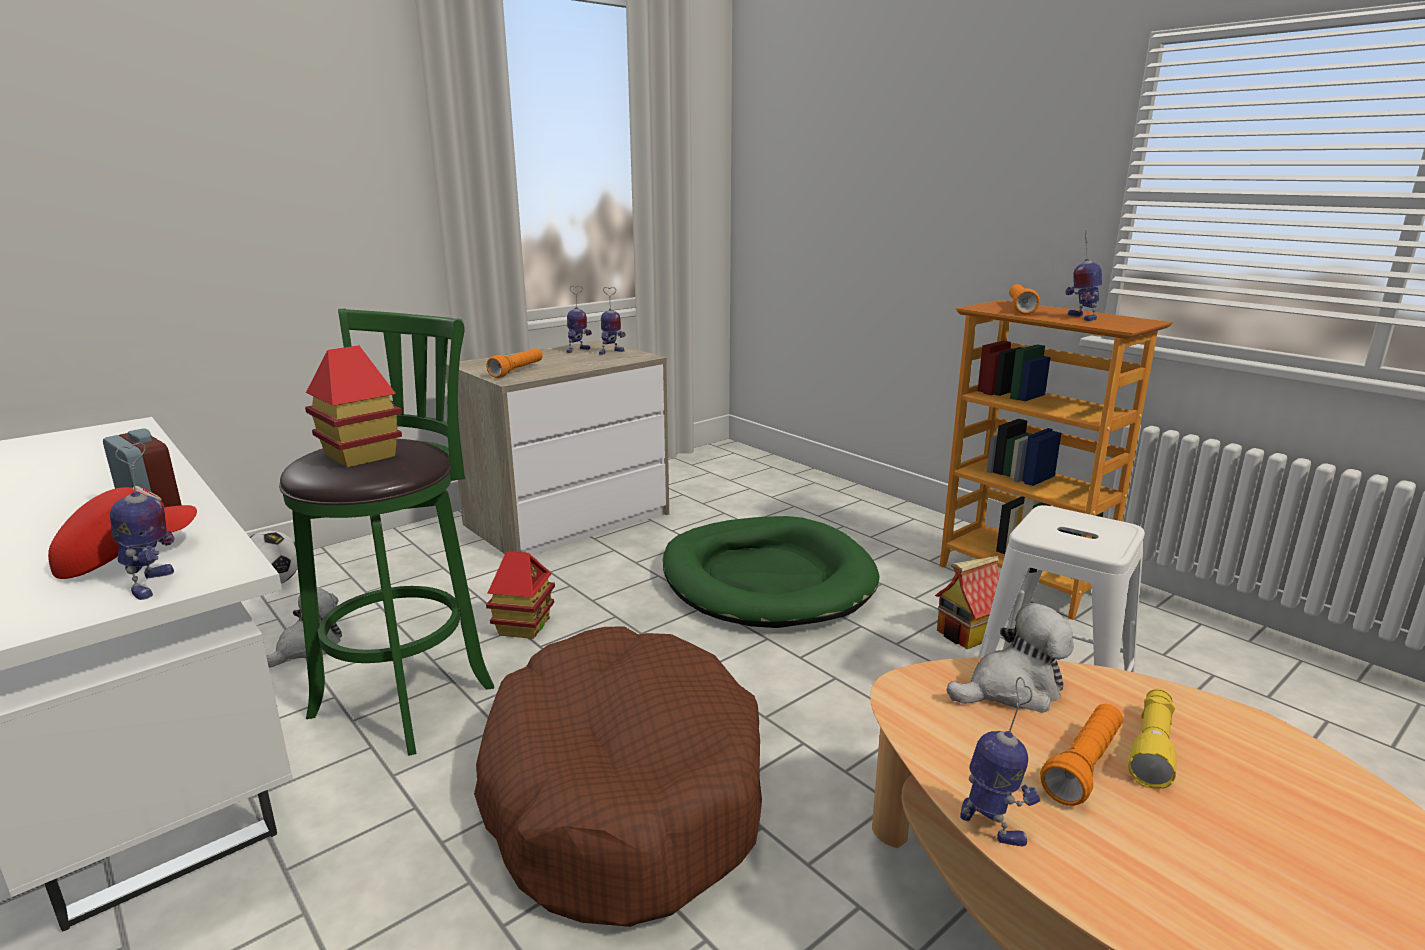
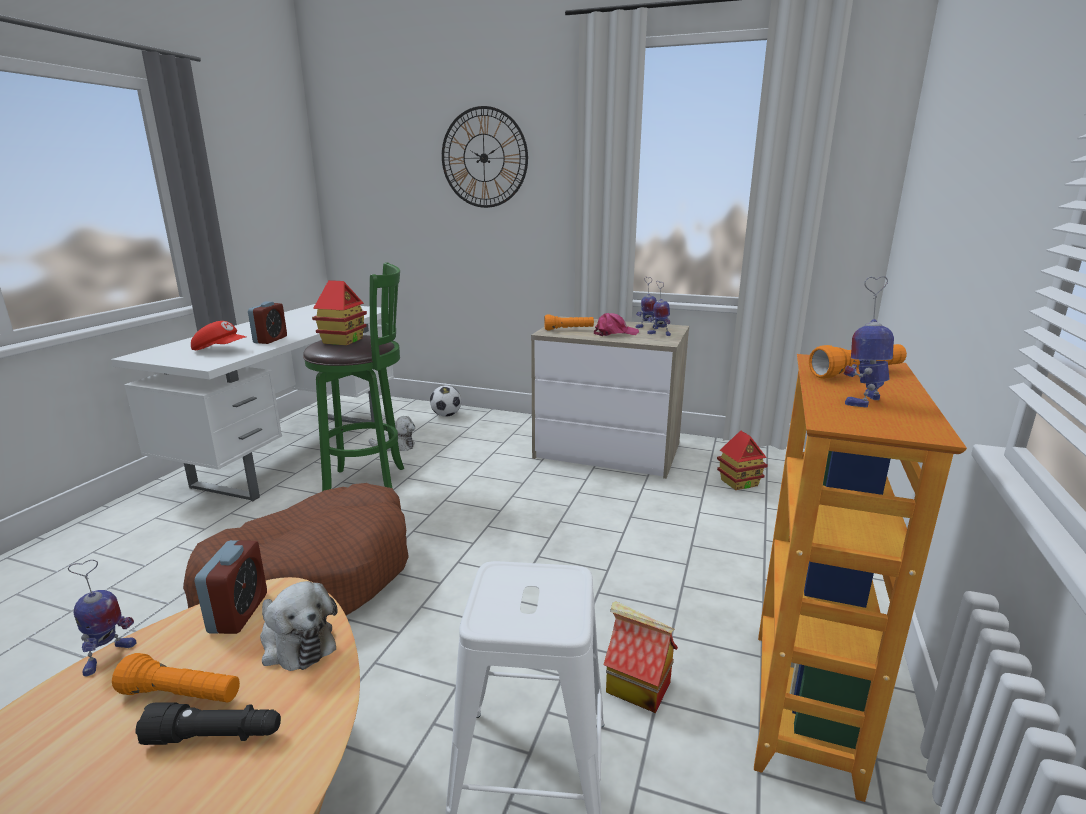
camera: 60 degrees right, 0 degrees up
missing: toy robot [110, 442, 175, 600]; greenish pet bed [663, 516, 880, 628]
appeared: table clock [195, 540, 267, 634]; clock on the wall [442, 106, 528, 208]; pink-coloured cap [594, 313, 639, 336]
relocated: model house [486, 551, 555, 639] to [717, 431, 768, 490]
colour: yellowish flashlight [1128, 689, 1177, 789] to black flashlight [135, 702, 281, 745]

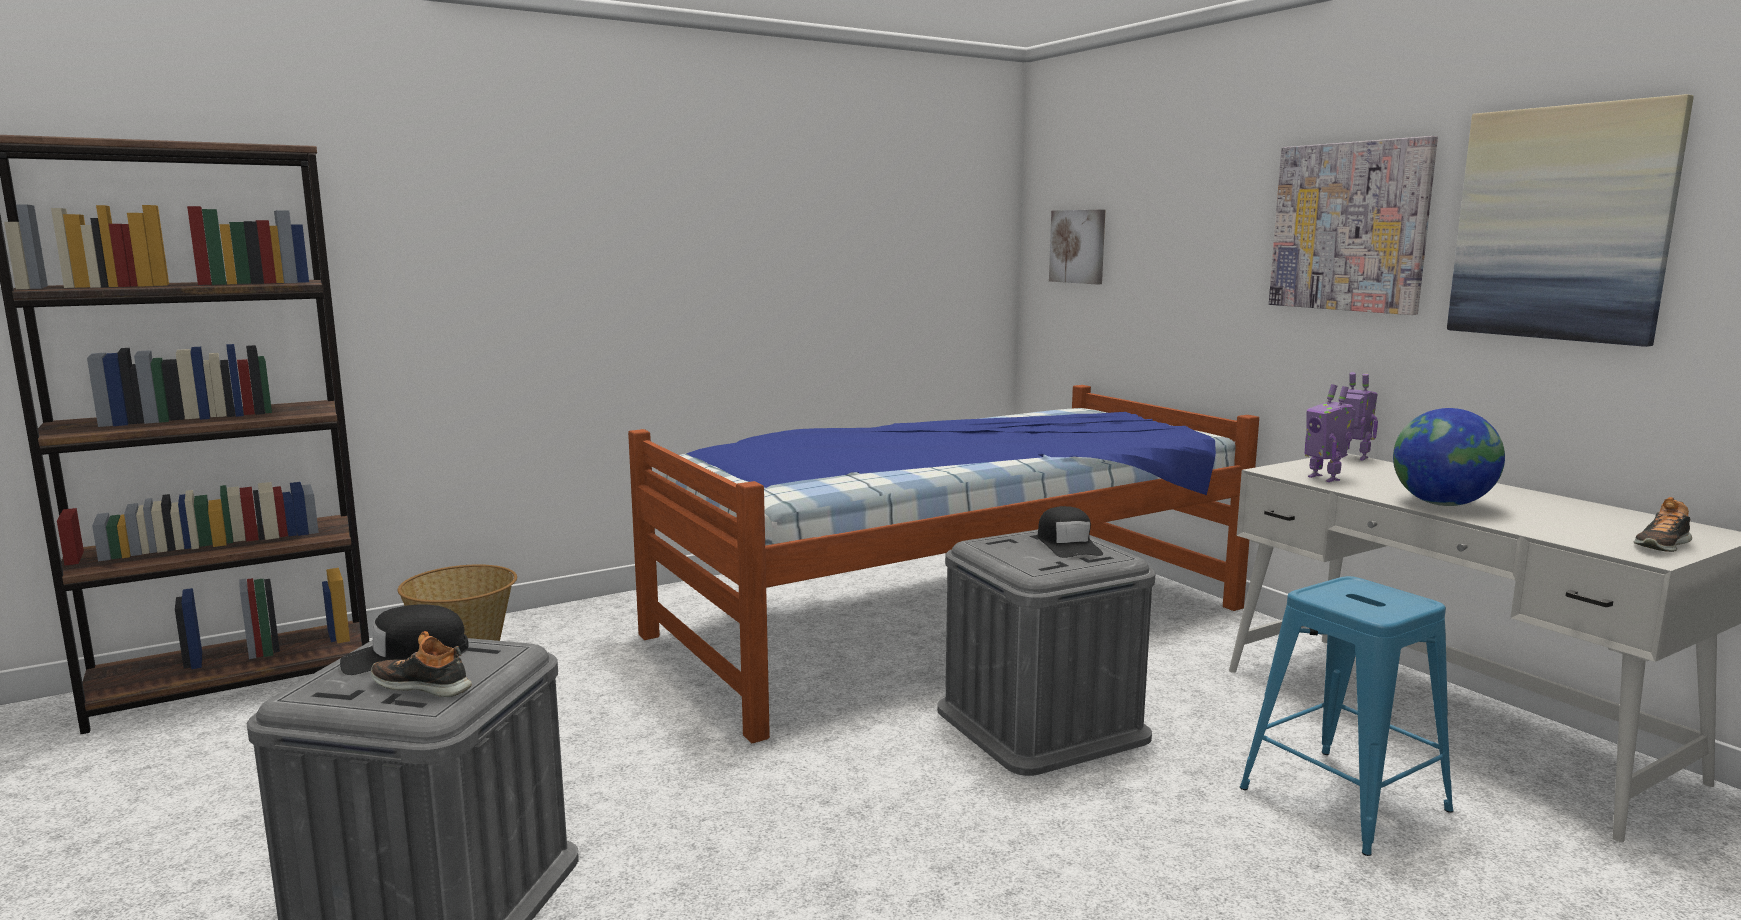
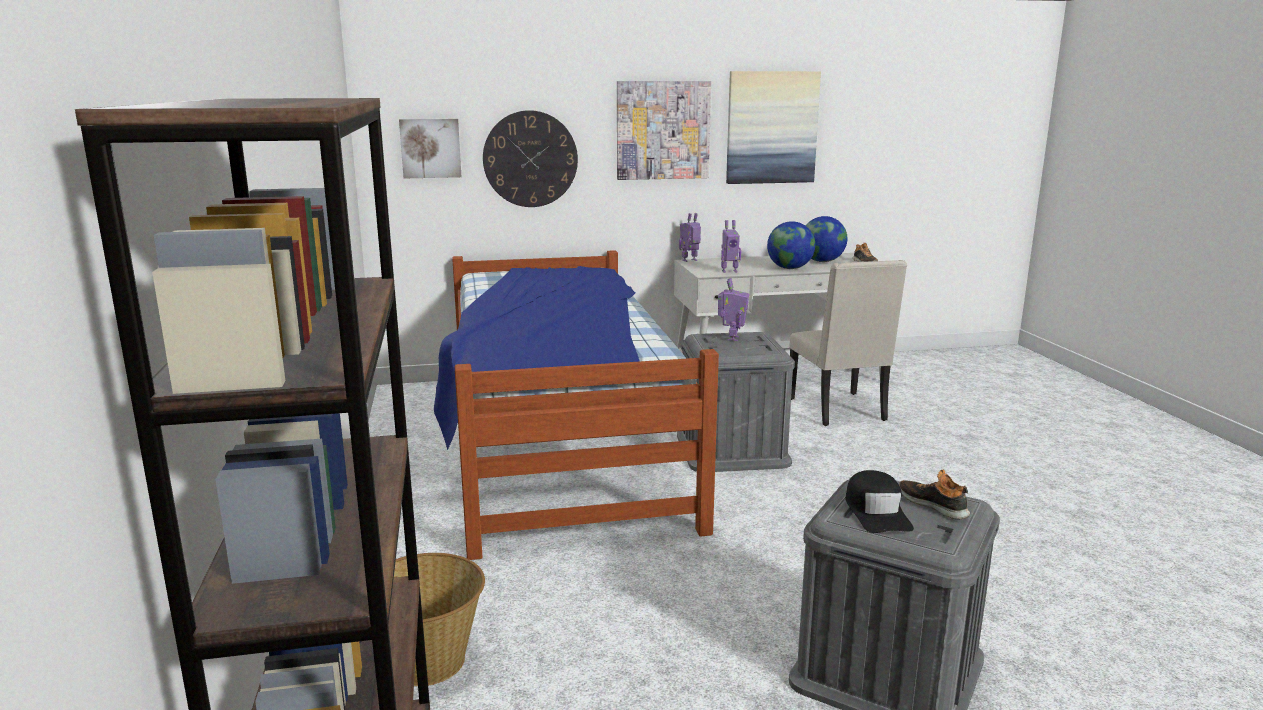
camera: 70 degrees left, 5 degrees up
appeared: clock on the wall [483, 110, 578, 207]; globe [806, 216, 847, 262]
exchanged: black cap [1038, 506, 1103, 558] to toy robot [718, 278, 749, 341]; bluish stool [1240, 576, 1454, 856] to sand-coloured plain chair [789, 260, 907, 426]
spun: low shoe [371, 631, 472, 697] = [899, 470, 970, 520] 105 degrees clockwise

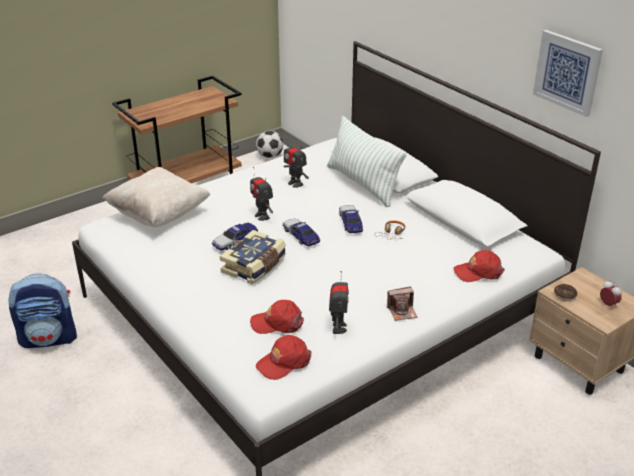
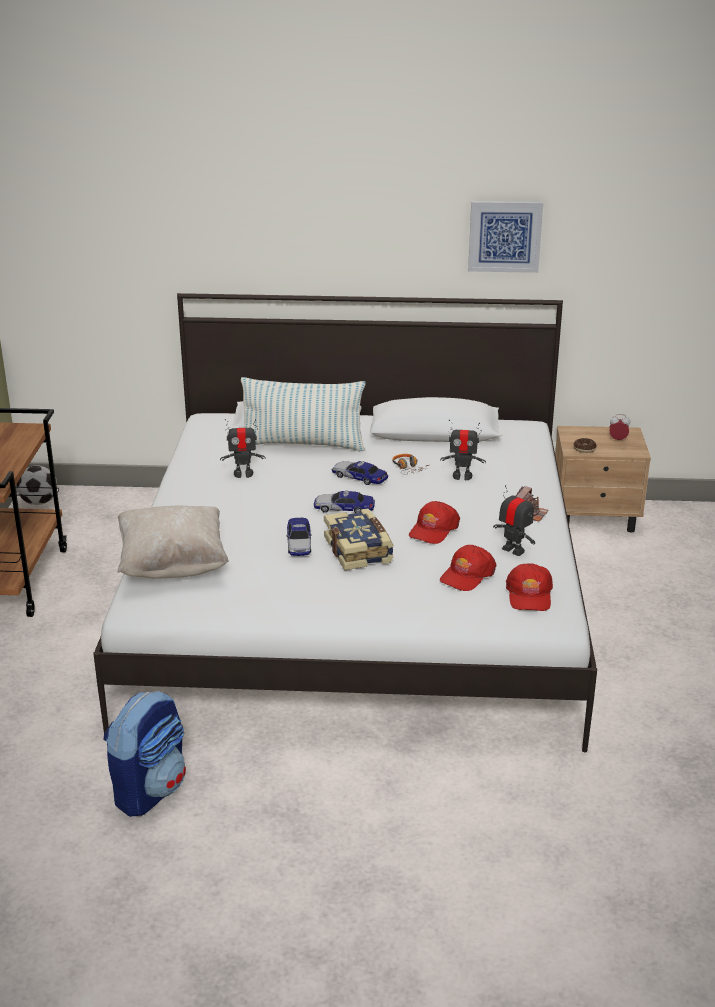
camera: 50 degrees left, 5 degrees down
relocated: toy robot [250, 167, 273, 221] to [440, 420, 486, 480]; reddish cap [453, 250, 505, 282] to [409, 501, 460, 544]

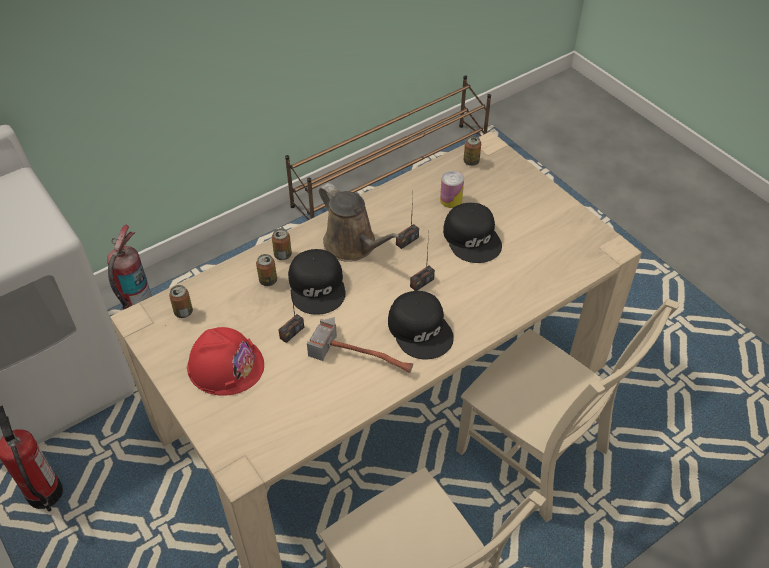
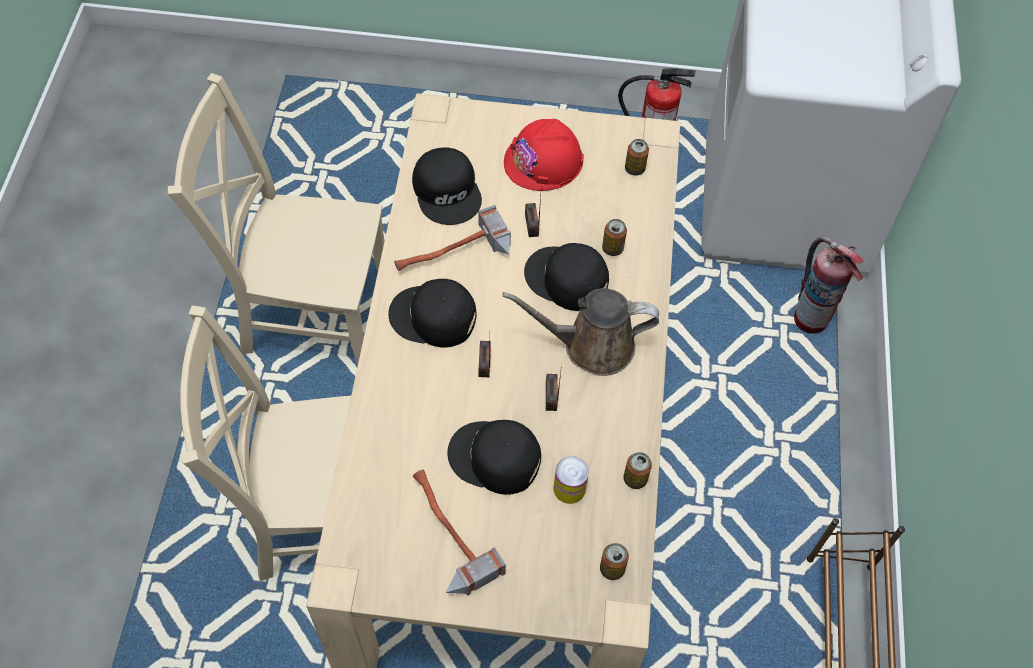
camera: 130 degrees right, 10 degrees up
appeared: black cap [412, 147, 482, 225]; hammer [413, 469, 506, 596]
relocated: metal can [272, 228, 292, 260] to [624, 452, 652, 489]

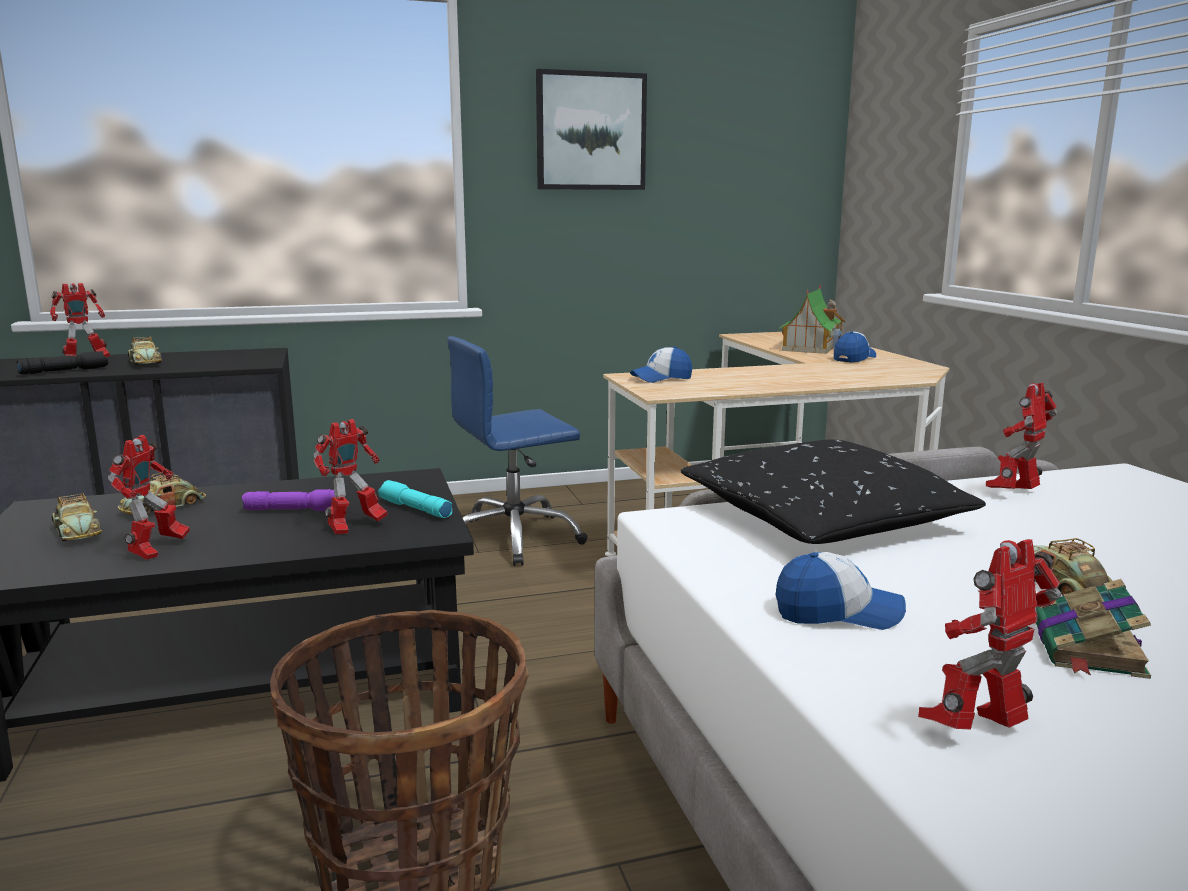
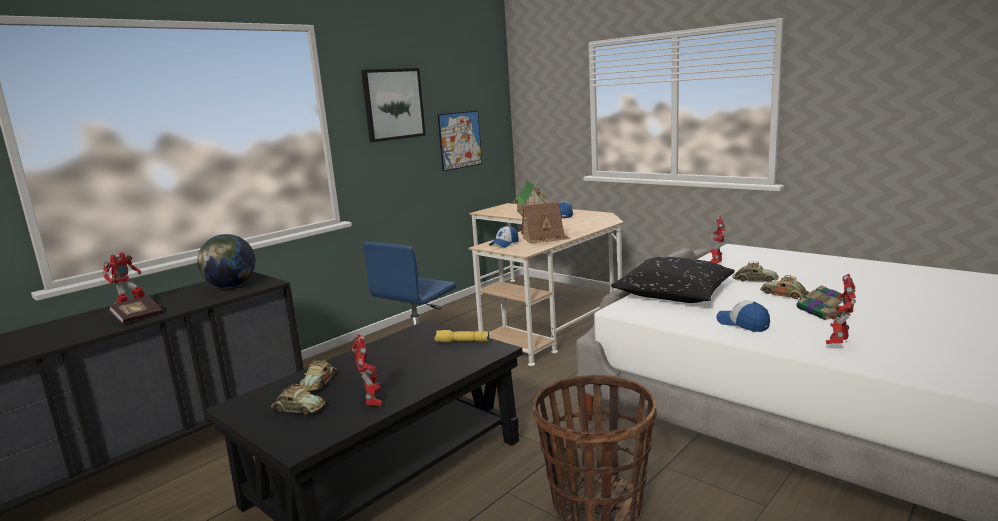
camera: 30 degrees left, 0 degrees up
missing: purple-coloured flashlight [242, 489, 335, 511]; toy robot [313, 419, 388, 534]
appeared: globe [197, 234, 255, 288]; picture [438, 111, 482, 171]; model house [521, 201, 571, 244]
relocated: model car [128, 336, 162, 365] to [732, 262, 779, 282]
exchanged: black flashlight [17, 351, 108, 374] to book [109, 296, 162, 323]
colour: blue-green flashlight [378, 480, 452, 518] to yellowish flashlight [434, 330, 490, 342]
spun: cap [776, 552, 906, 630] = [716, 301, 770, 332] 105 degrees counterclockwise

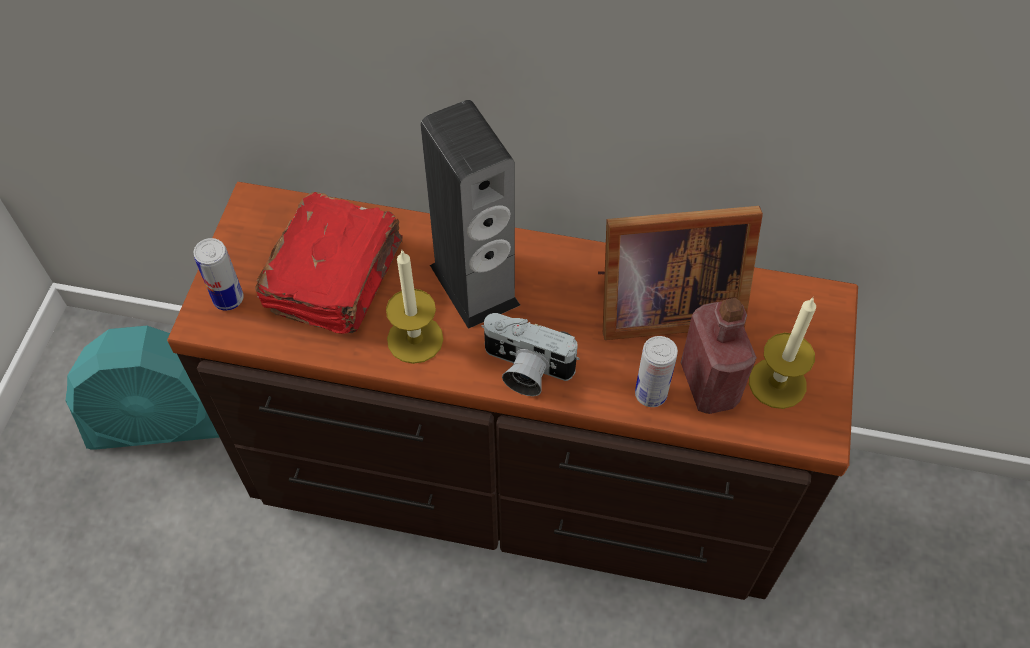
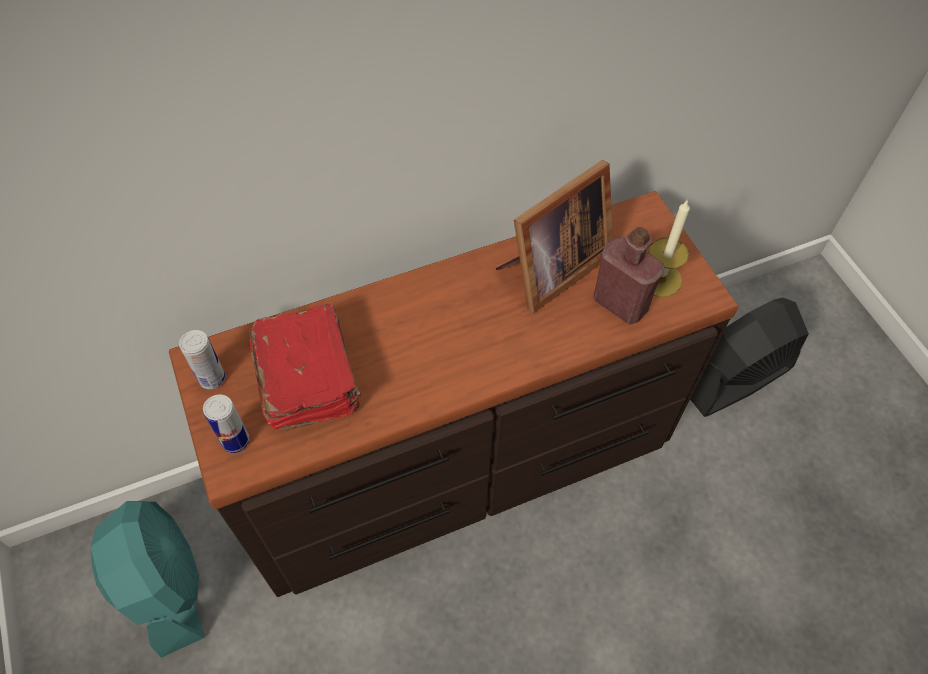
camera: 35 degrees left, 0 degrees up
missing: wax candle [386, 250, 443, 364]; audio speaker [421, 100, 520, 329]; still camera [482, 313, 580, 396]
appeared: black fan [690, 297, 809, 417]
relocated: metal can [635, 336, 678, 407] to [179, 330, 225, 389]
spun: blue-green fan [65, 326, 219, 450] = [91, 501, 204, 658] 75 degrees counterclockwise

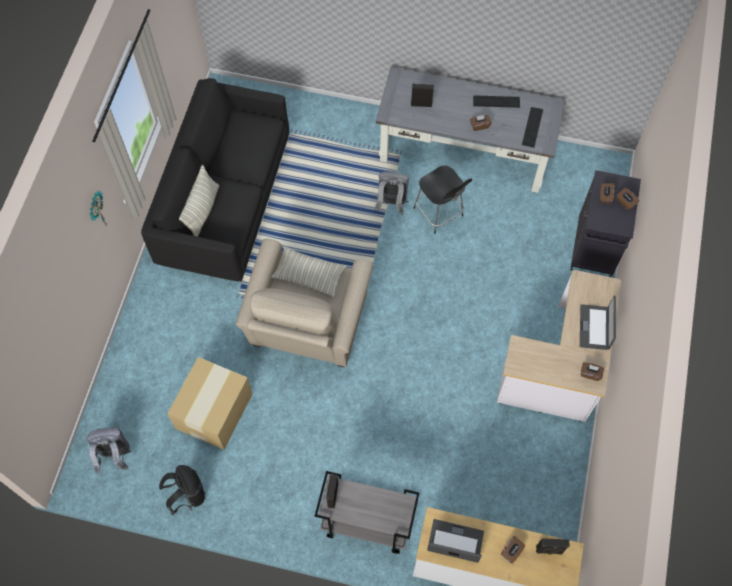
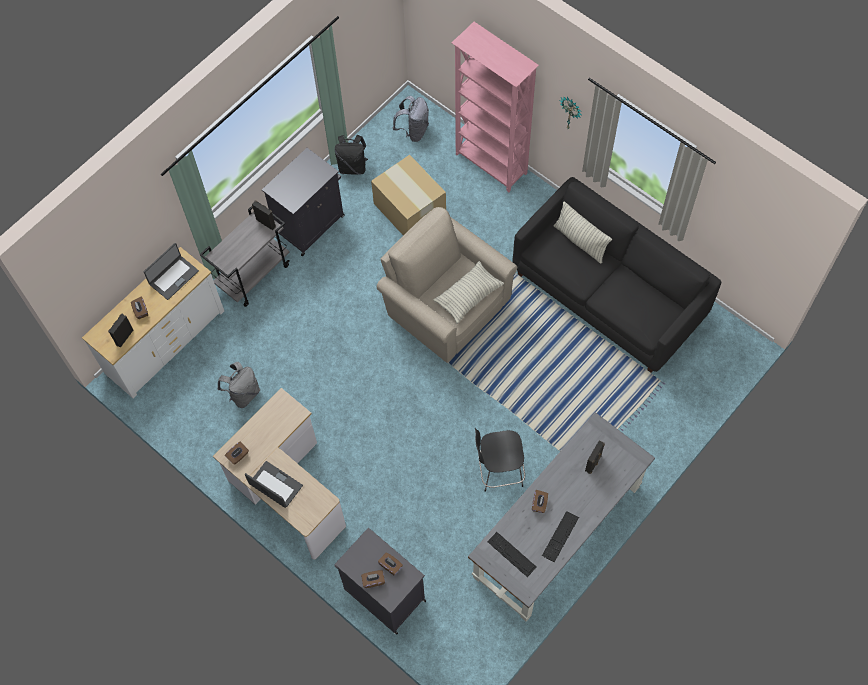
camera: 120 degrees right, 0 degrees up
appeared: black cabinet [262, 148, 345, 256]; pink-coloured bookcase [452, 22, 539, 192]
relocated: gray backpack [375, 172, 409, 215] to [217, 362, 260, 408]

